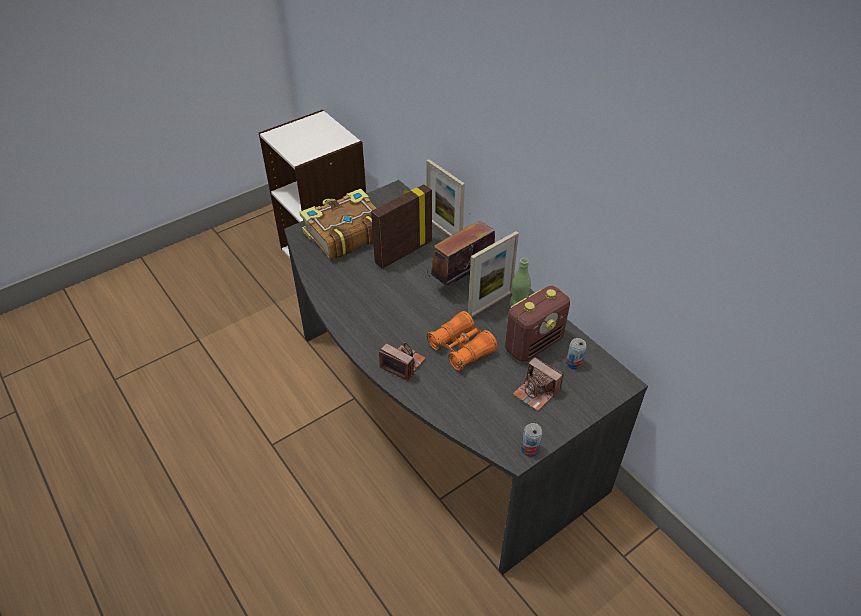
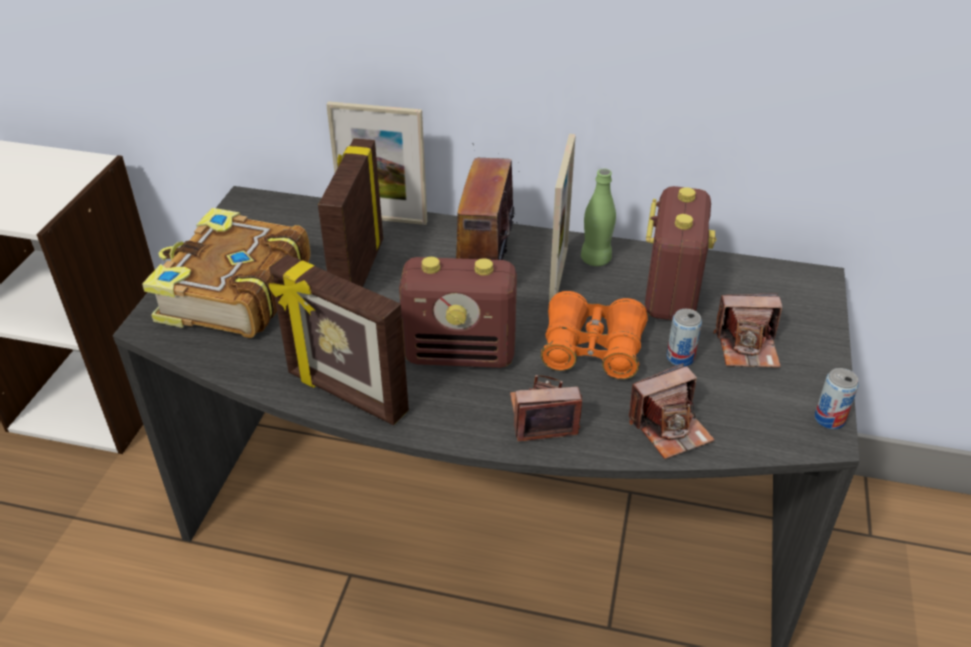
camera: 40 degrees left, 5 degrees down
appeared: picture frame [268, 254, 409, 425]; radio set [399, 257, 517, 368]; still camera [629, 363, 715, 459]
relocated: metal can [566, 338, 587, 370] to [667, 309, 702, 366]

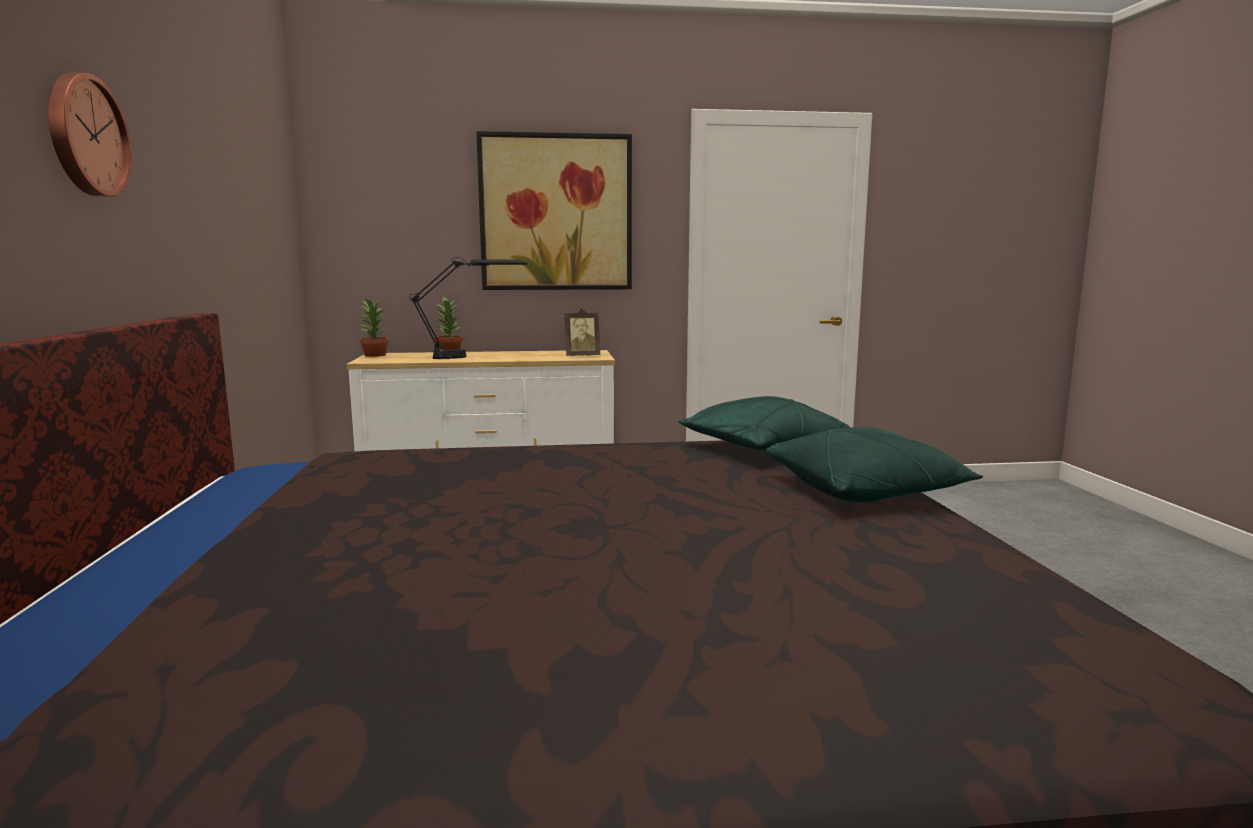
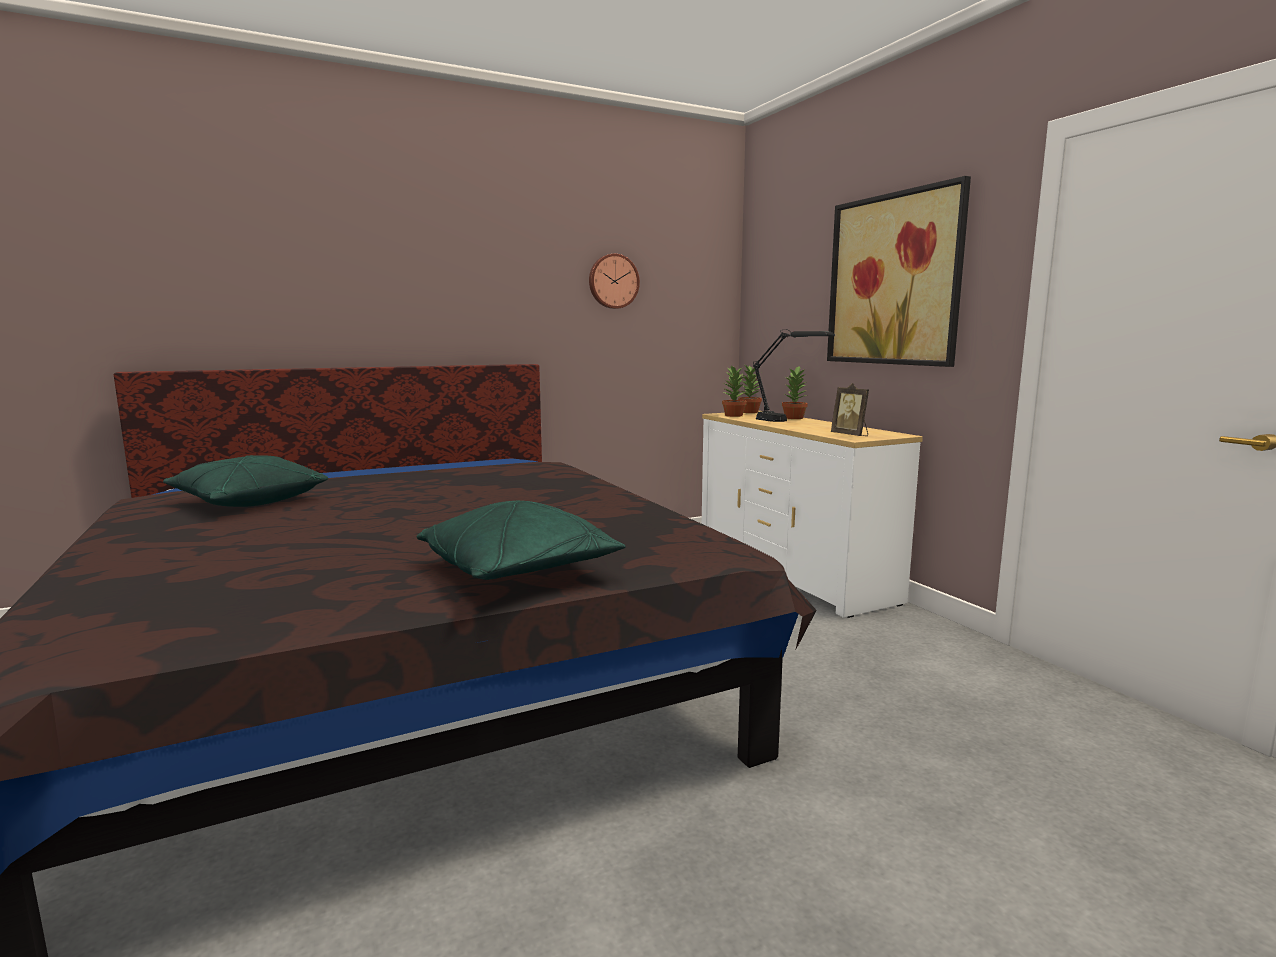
camera: 70 degrees right, 0 degrees up
appeared: houseplant [722, 366, 747, 417]
relocated: clock on the wall [48, 73, 132, 196] to [589, 254, 640, 309]; greenish throw pillow [678, 396, 851, 450] to [163, 455, 328, 507]

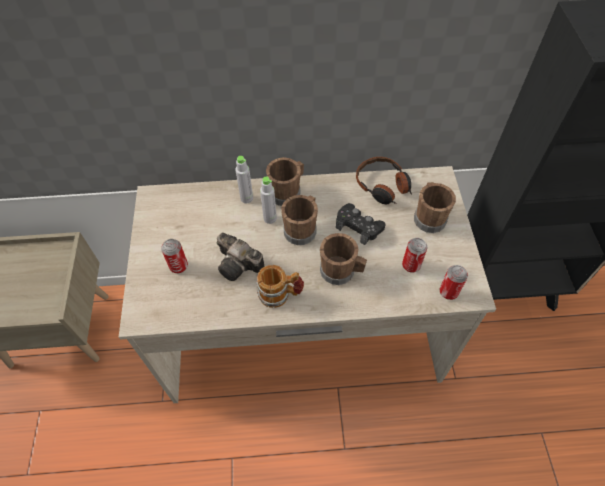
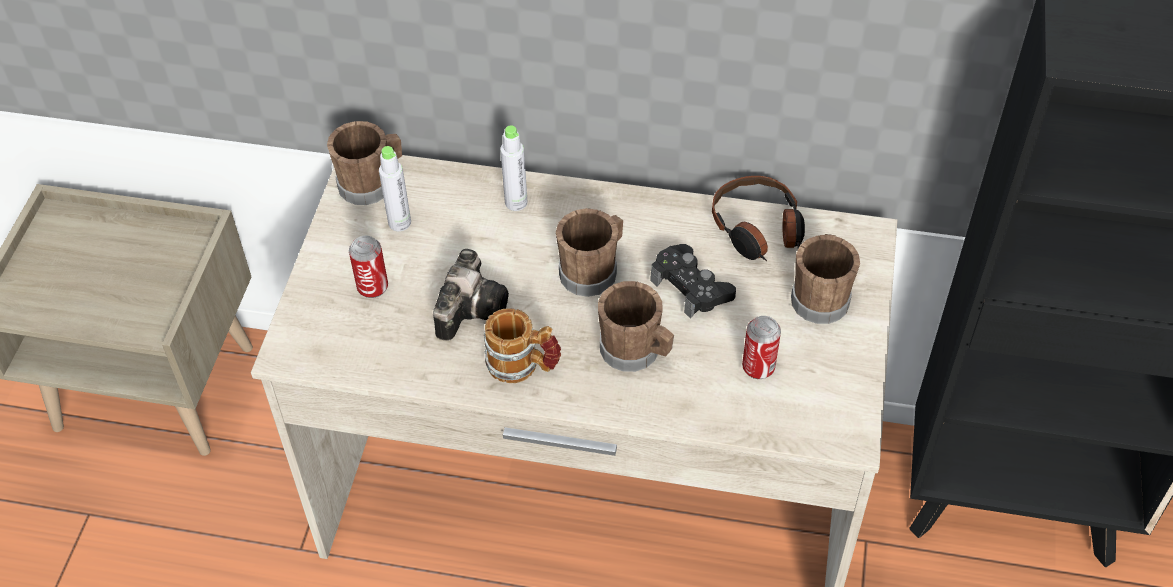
camera: 15 degrees right, 5 degrees down
missing: metal can [440, 265, 468, 300]
relocated: gray beverage bottle [260, 177, 277, 224] to [379, 146, 411, 231]; brown mug [266, 157, 304, 206] to [327, 121, 402, 205]
spun: still camera [217, 233, 265, 281] = [433, 249, 509, 341] 120 degrees counterclockwise

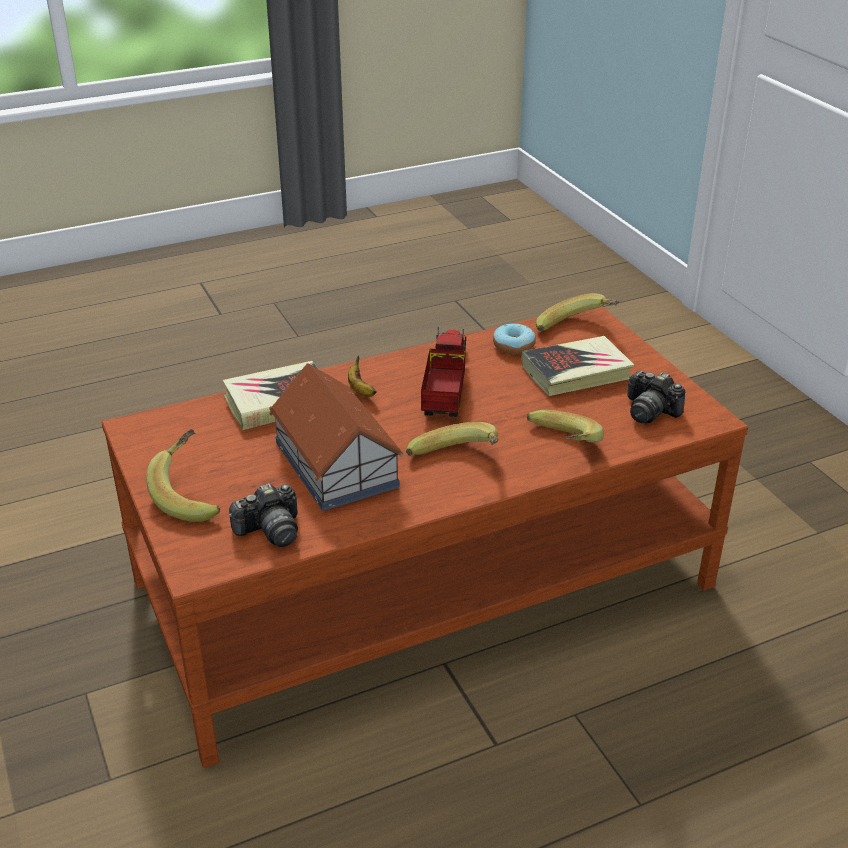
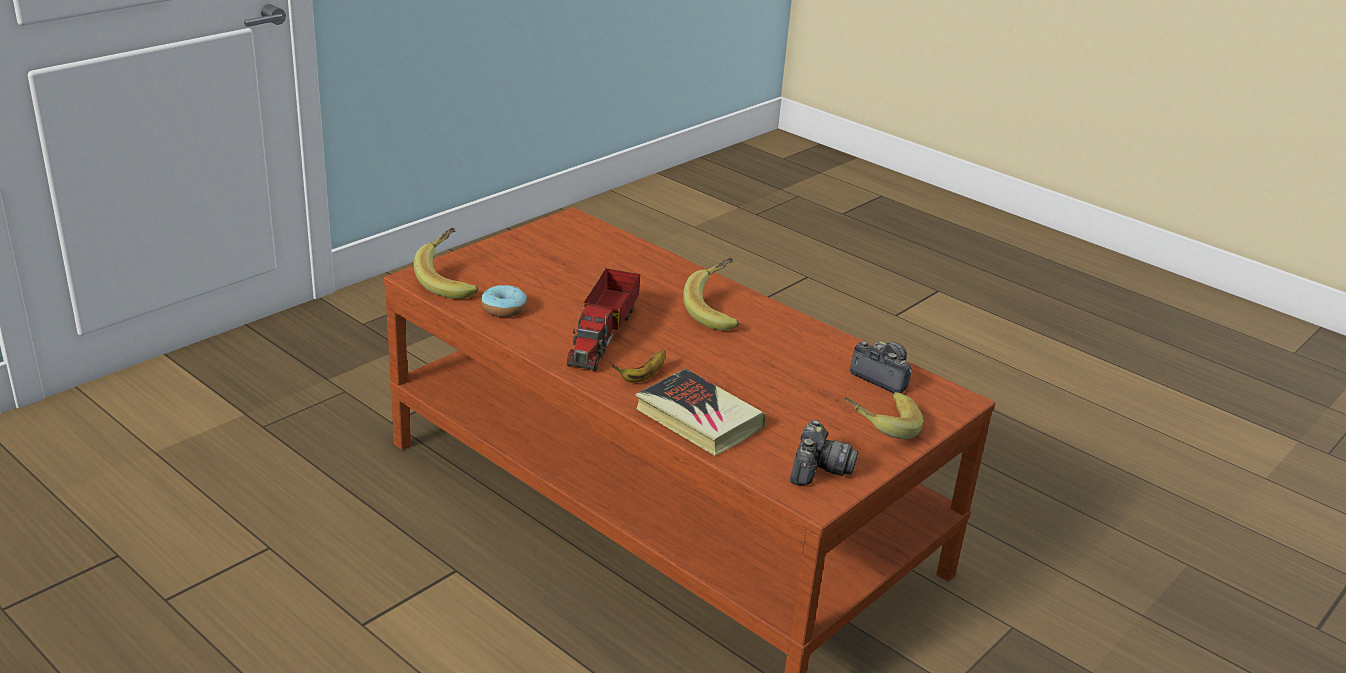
camera: 115 degrees left, 5 degrees down
missing: model house [269, 363, 403, 511]; book [521, 336, 635, 396]; whole banana [527, 410, 604, 443]
relocated: still camera [627, 371, 686, 423] to [790, 420, 858, 486]
spun: model truck [421, 328, 466, 417] = [567, 268, 640, 371] 60 degrees counterclockwise

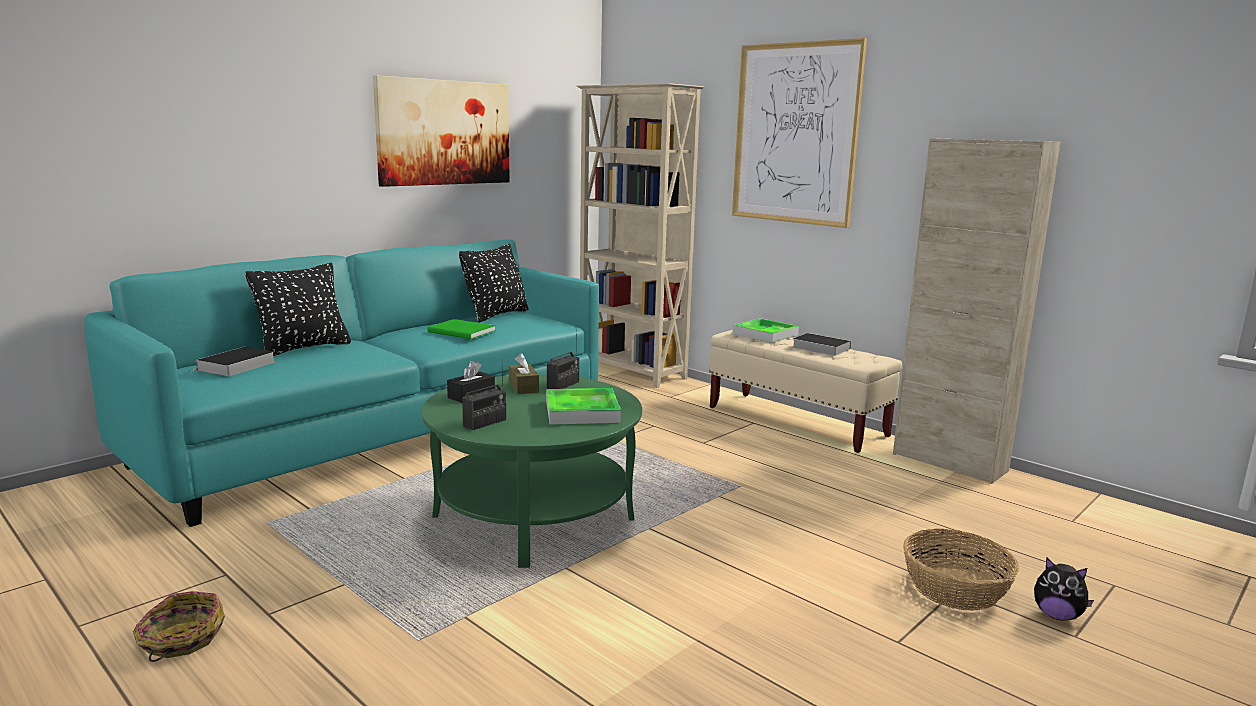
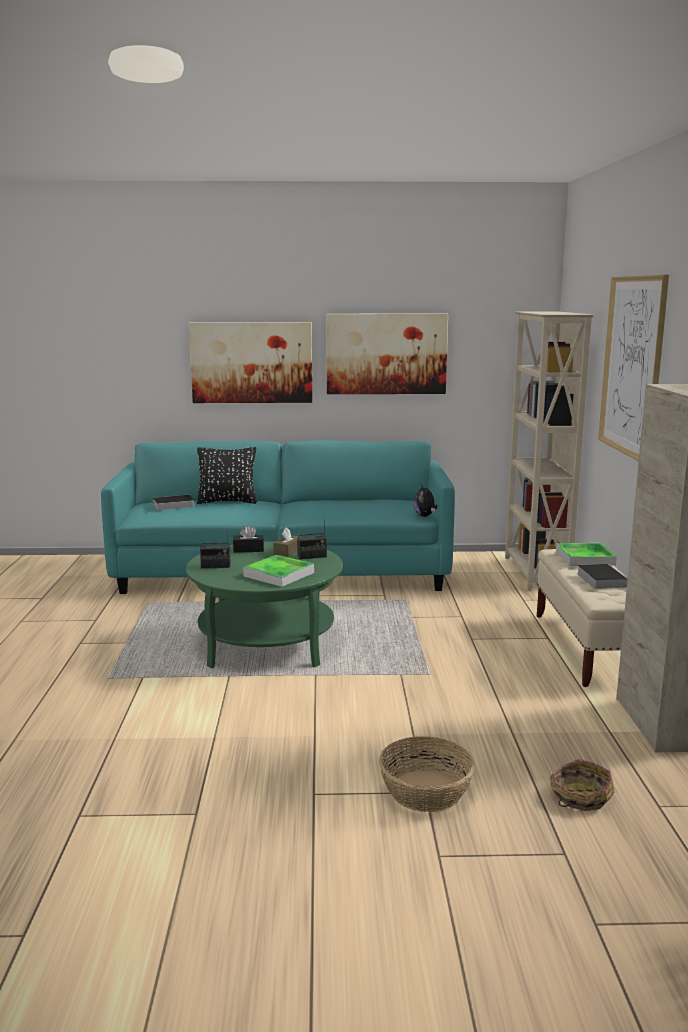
camera: 45 degrees right, 0 degrees up
missing: greenish book [427, 319, 496, 339]; black throw pillow [459, 244, 529, 323]
appeared: picture [189, 322, 312, 403]
relocated: basket [133, 591, 225, 662] to [550, 759, 614, 811]; plush toy [1034, 558, 1094, 621] to [414, 484, 437, 517]

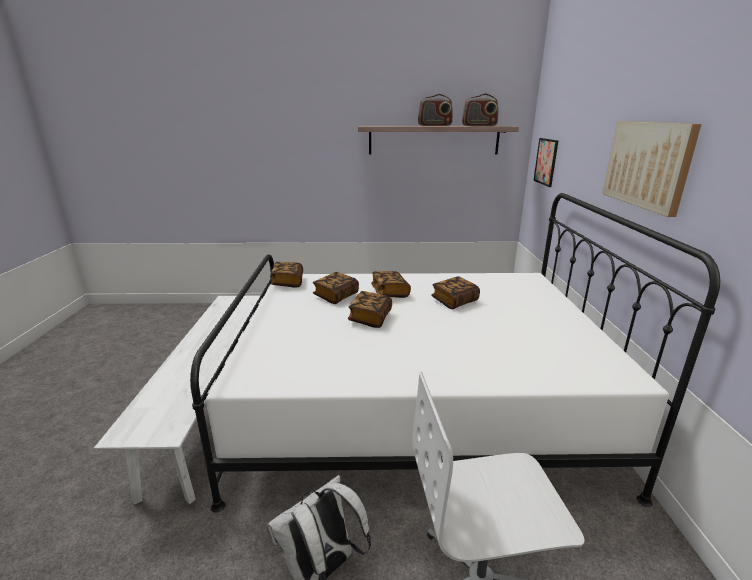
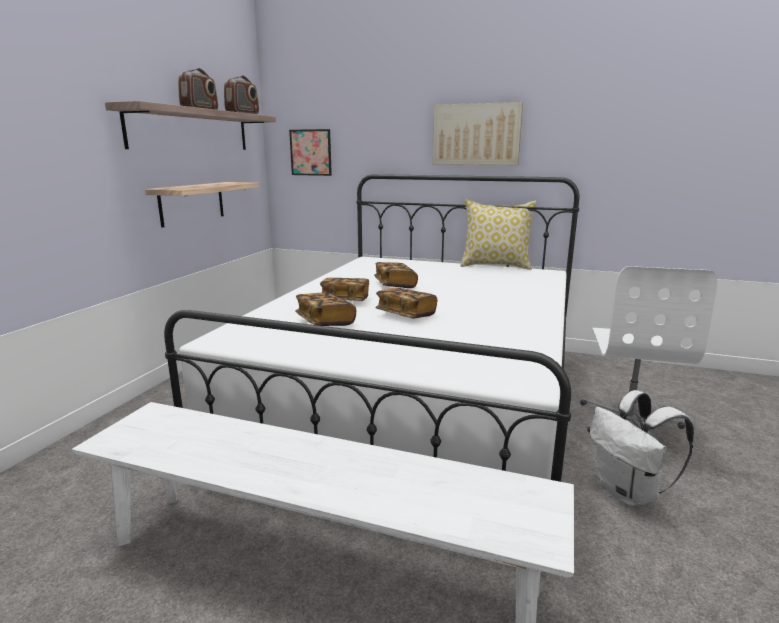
camera: 70 degrees left, 5 degrees down
missing: book [271, 262, 303, 288]
appeared: wall shelf [145, 182, 259, 227]; throw pillow [460, 200, 537, 270]

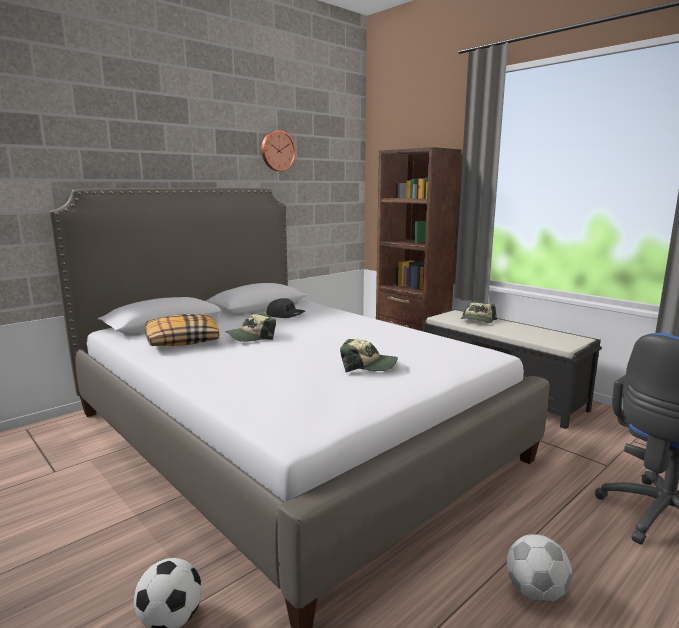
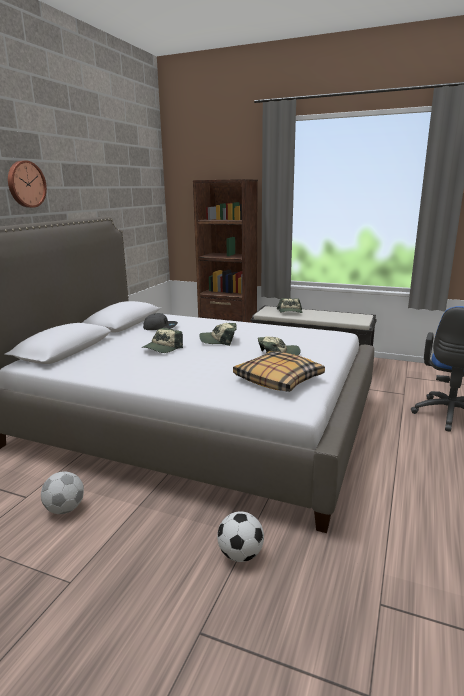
camera: 25 degrees left, 5 degrees up
appeared: cap [199, 323, 237, 346]
relocated: throw pillow [145, 314, 219, 346] to [233, 351, 325, 392]; clock on the wall [261, 130, 296, 171] to [8, 160, 47, 208]; football ball [506, 534, 572, 602] to [41, 471, 84, 514]

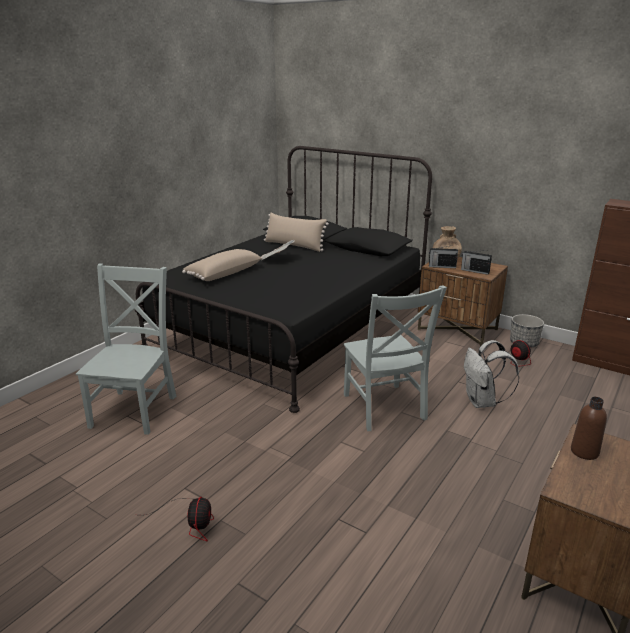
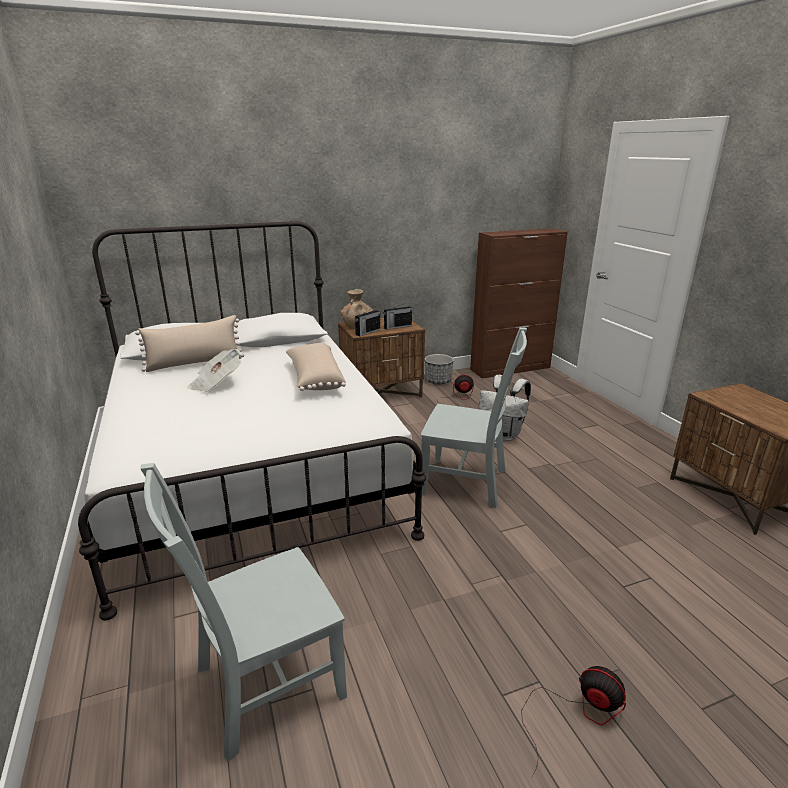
camera: 55 degrees left, 0 degrees up
missing: brown beverage bottle [571, 397, 607, 460]
relocated: sand-coloured throw pillow [182, 249, 263, 281] to [286, 343, 346, 391]
colour: black bed [135, 146, 432, 413] to white bed [78, 221, 426, 621]
spun: gray plain chair [76, 263, 176, 435] = [140, 463, 347, 762] 75 degrees counterclockwise

